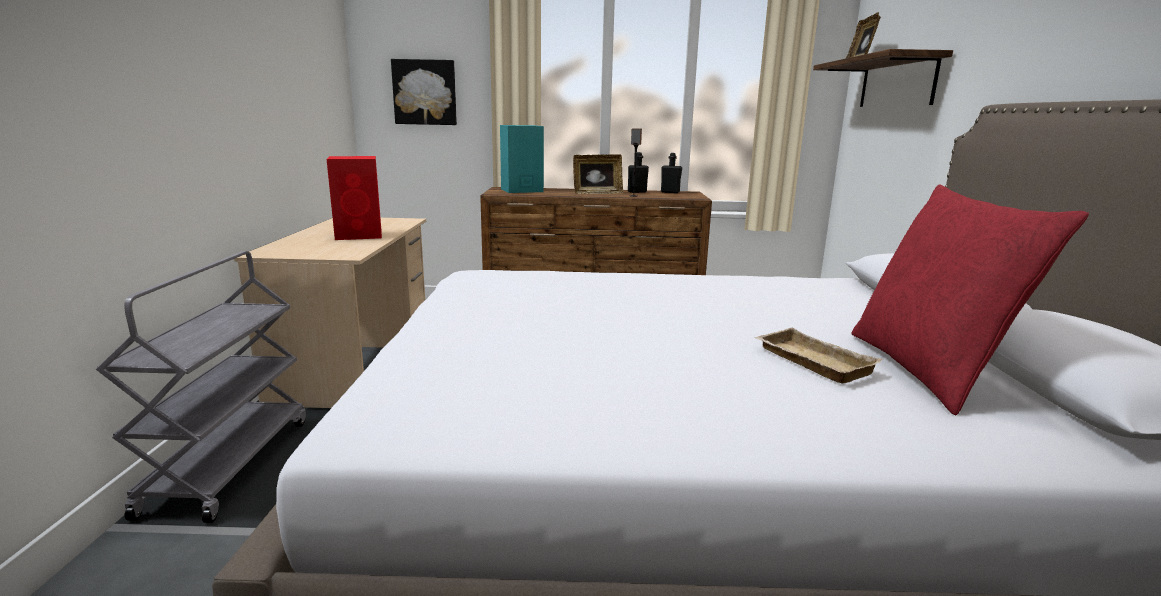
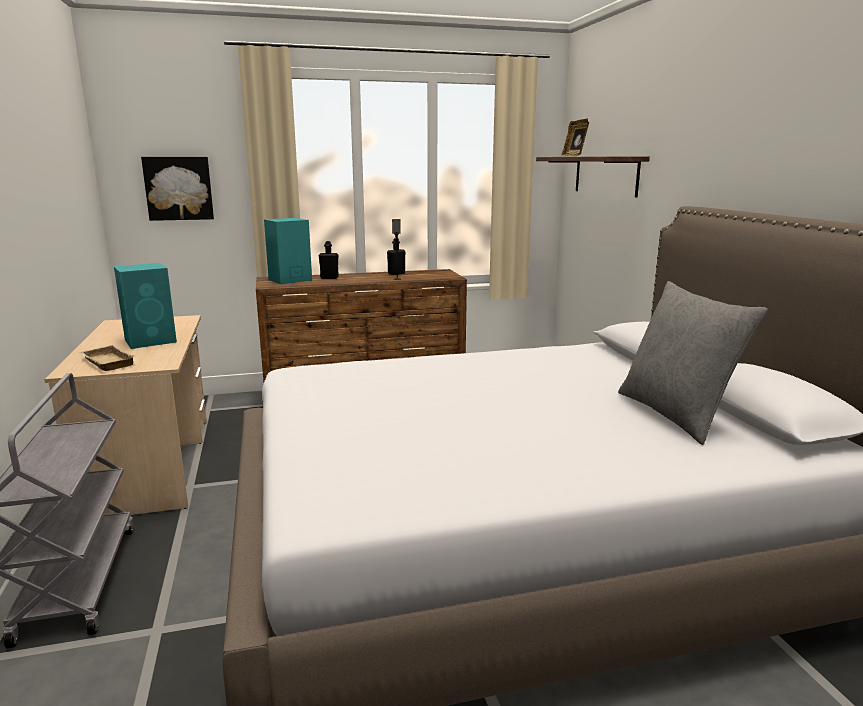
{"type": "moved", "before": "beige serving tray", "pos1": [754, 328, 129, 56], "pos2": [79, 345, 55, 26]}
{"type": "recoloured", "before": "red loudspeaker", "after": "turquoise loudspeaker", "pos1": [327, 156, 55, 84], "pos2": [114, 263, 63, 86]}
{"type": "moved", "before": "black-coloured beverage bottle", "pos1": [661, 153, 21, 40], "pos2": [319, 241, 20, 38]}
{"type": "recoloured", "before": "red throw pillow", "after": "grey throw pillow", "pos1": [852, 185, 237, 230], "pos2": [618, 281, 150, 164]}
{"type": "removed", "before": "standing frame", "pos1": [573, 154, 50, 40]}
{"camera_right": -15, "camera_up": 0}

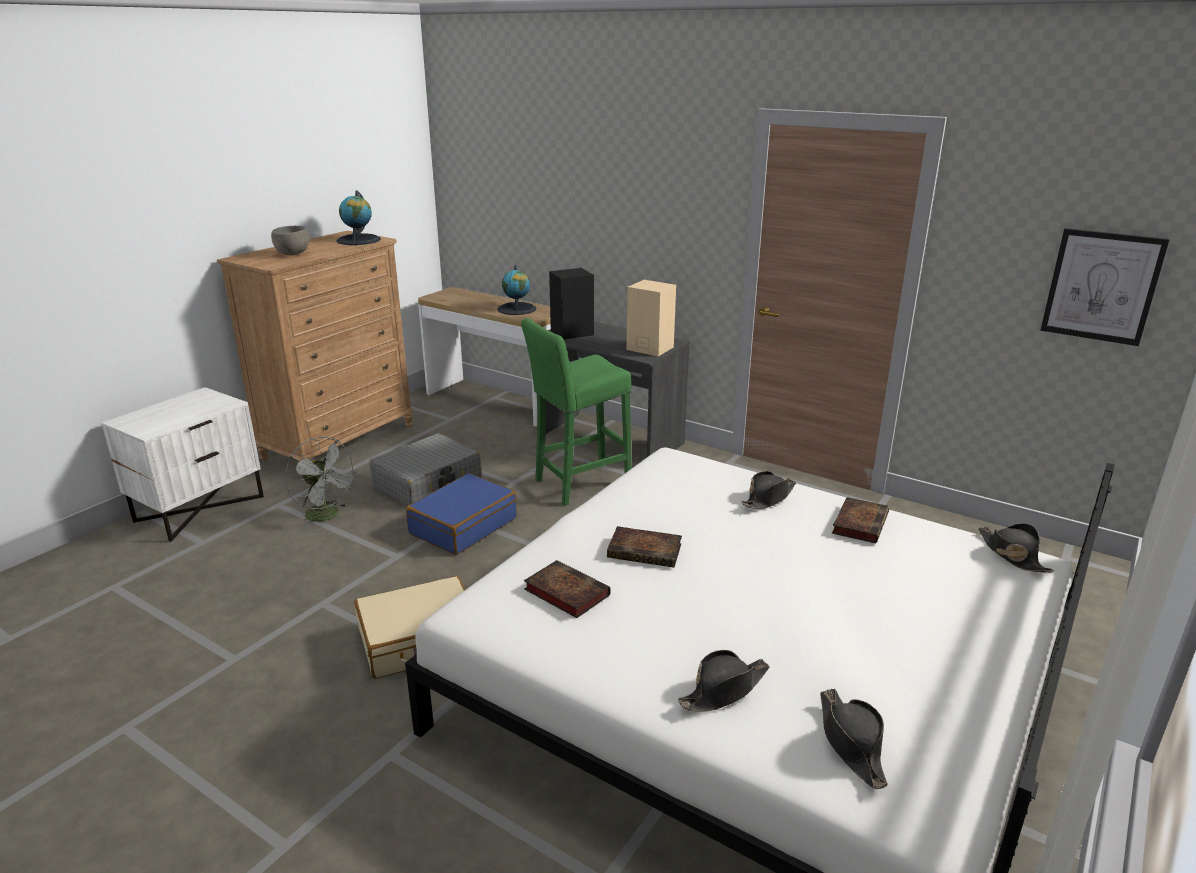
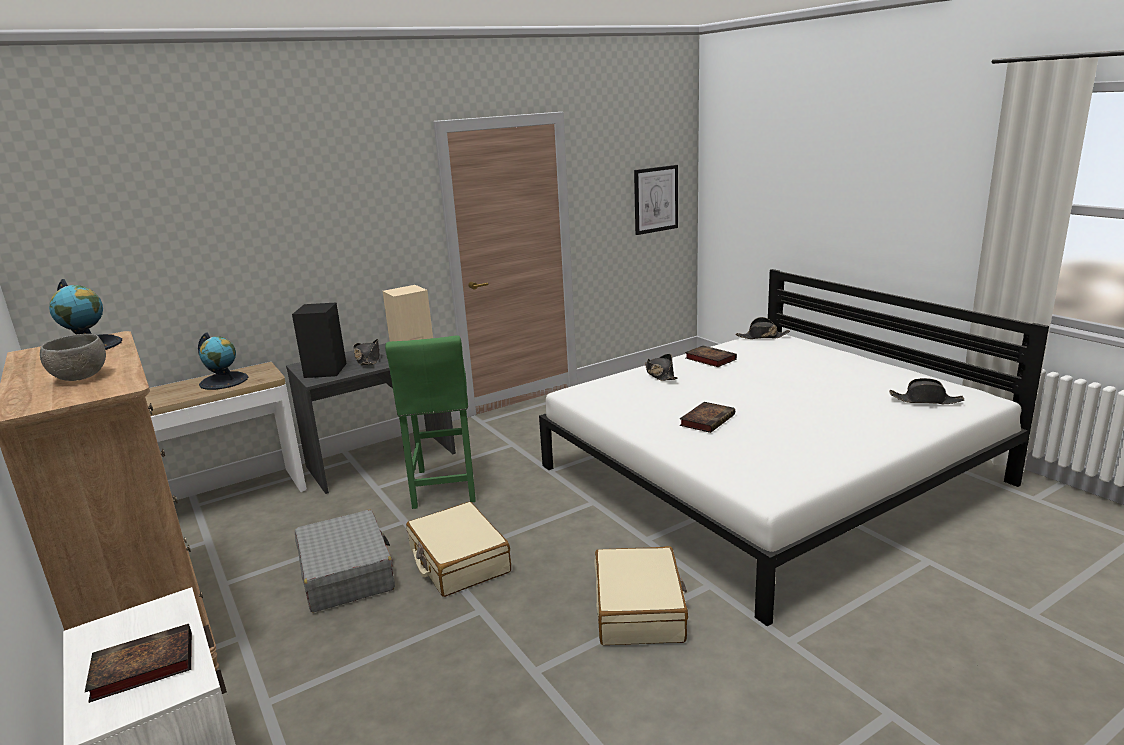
{"type": "moved", "before": "book", "pos1": [524, 560, 87, 58], "pos2": [85, 624, 107, 79]}
{"type": "moved", "before": "black-coloured wearable hat", "pos1": [678, 650, 92, 62], "pos2": [353, 339, 27, 26]}
{"type": "recoloured", "before": "blue travel case", "after": "beige travel case", "pos1": [406, 473, 111, 82], "pos2": [406, 502, 105, 95]}
{"type": "removed", "before": "grey fan", "pos1": [285, 437, 74, 92]}
{"camera_right": -65, "camera_up": -5}

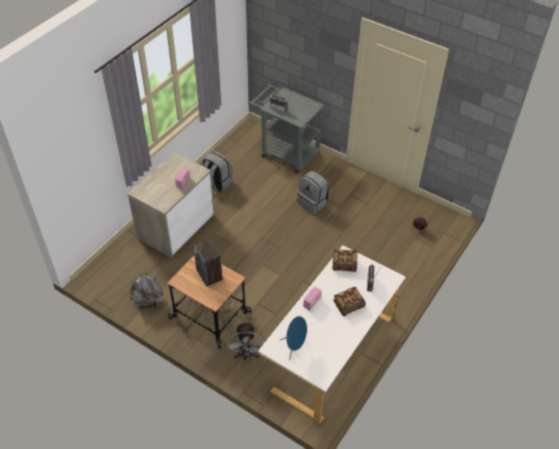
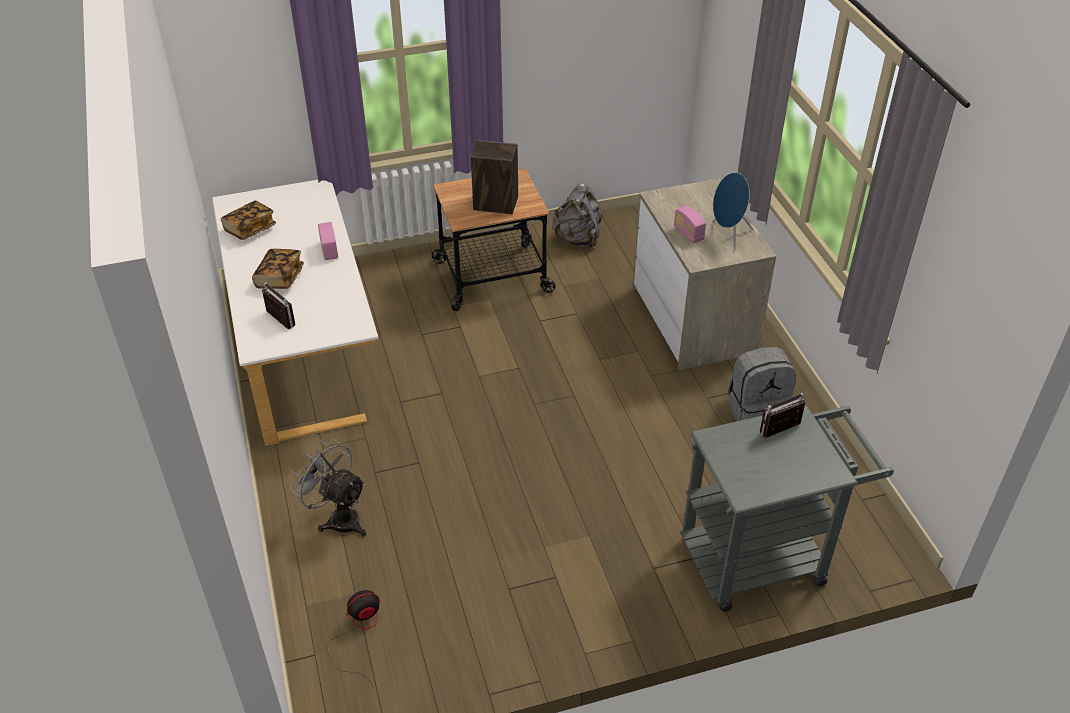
{"type": "moved", "before": "book", "pos1": [333, 249, 25, 23], "pos2": [221, 201, 55, 39]}
{"type": "moved", "before": "grey fan", "pos1": [227, 321, 37, 39], "pos2": [290, 440, 76, 97]}
{"type": "moved", "before": "blue loudspeaker", "pos1": [280, 316, 27, 45], "pos2": [712, 172, 41, 79]}
{"type": "removed", "before": "grey knapsack", "pos1": [297, 171, 32, 43]}
{"camera_right": 130, "camera_up": -5}

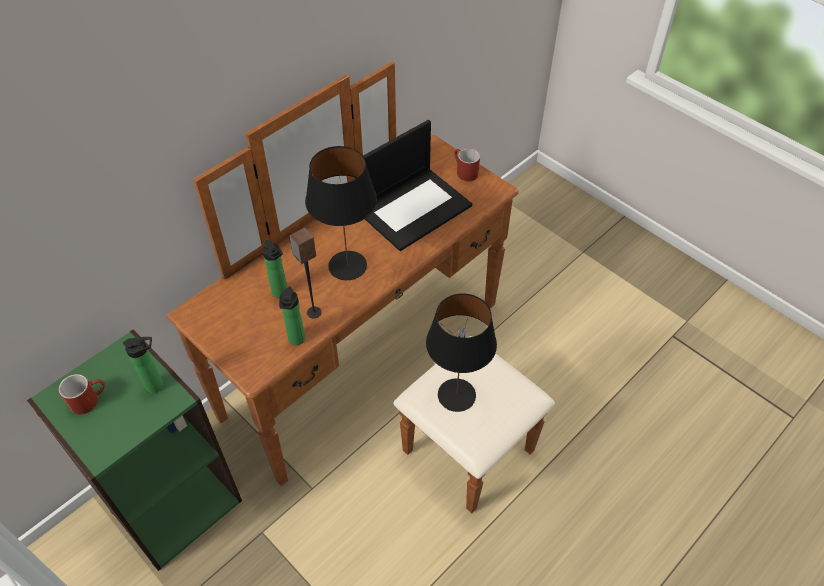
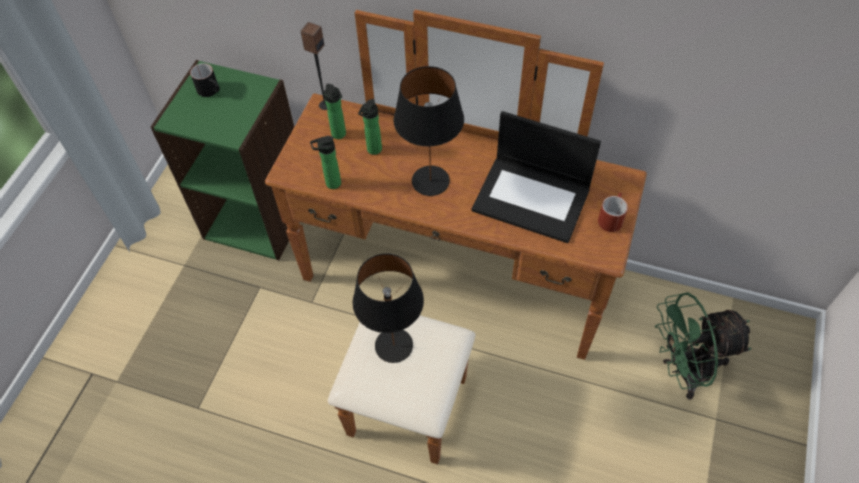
{"type": "recoloured", "before": "red coffee mug", "after": "black-coloured coffee mug", "pos1": [59, 374, 46, 40], "pos2": [190, 63, 30, 34]}
{"type": "moved", "before": "loudspeaker", "pos1": [289, 227, 33, 91], "pos2": [300, 22, 27, 88]}
{"type": "moved", "before": "beverage bottle", "pos1": [123, 337, 40, 56], "pos2": [324, 84, 22, 55]}
{"type": "added", "after": "green-coloured fan", "pos2": [655, 292, 97, 108]}
{"camera_right": 65, "camera_up": 5}

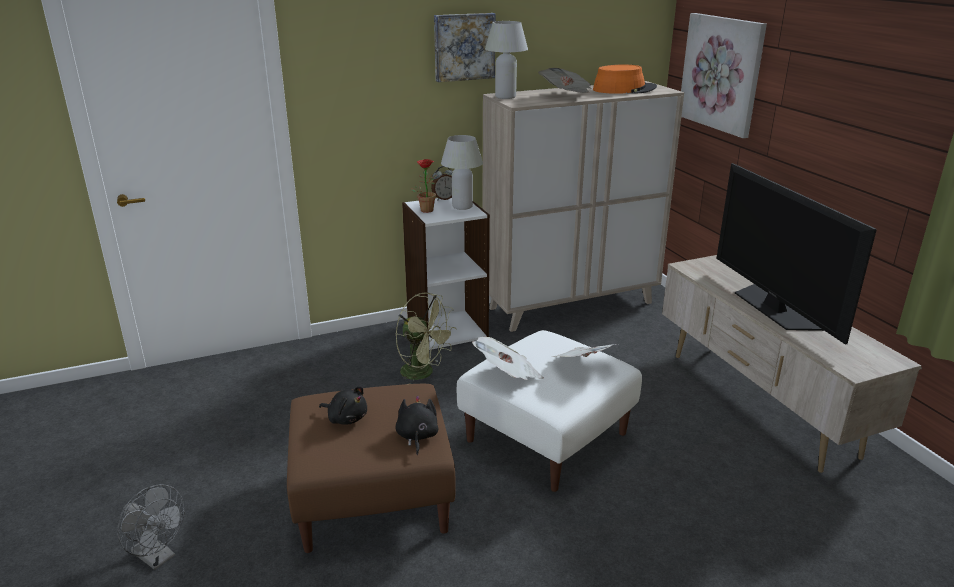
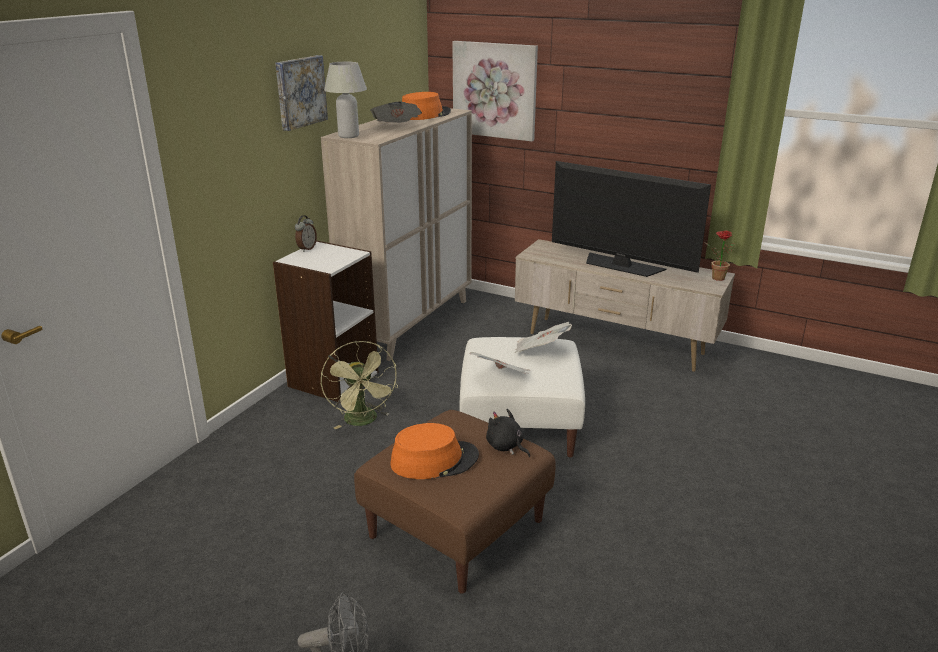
{"type": "turned", "before": "green-coloured fan", "pos1": [396, 292, 60, 92], "pos2": [321, 341, 77, 88], "turn": 75}
{"type": "replaced", "before": "black-coloured plush toy", "after": "orange wearable hat", "pos1": [319, 386, 48, 39], "pos2": [390, 423, 89, 56]}
{"type": "moved", "before": "houseplant", "pos1": [411, 159, 26, 54], "pos2": [705, 231, 30, 50]}
{"type": "removed", "before": "whitish table lamp", "pos1": [441, 135, 42, 75]}
{"camera_right": -40, "camera_up": 0}

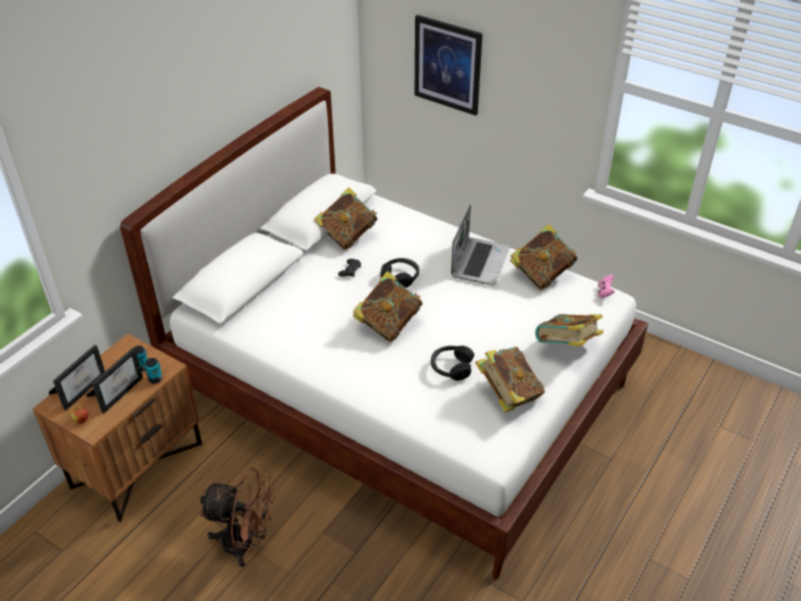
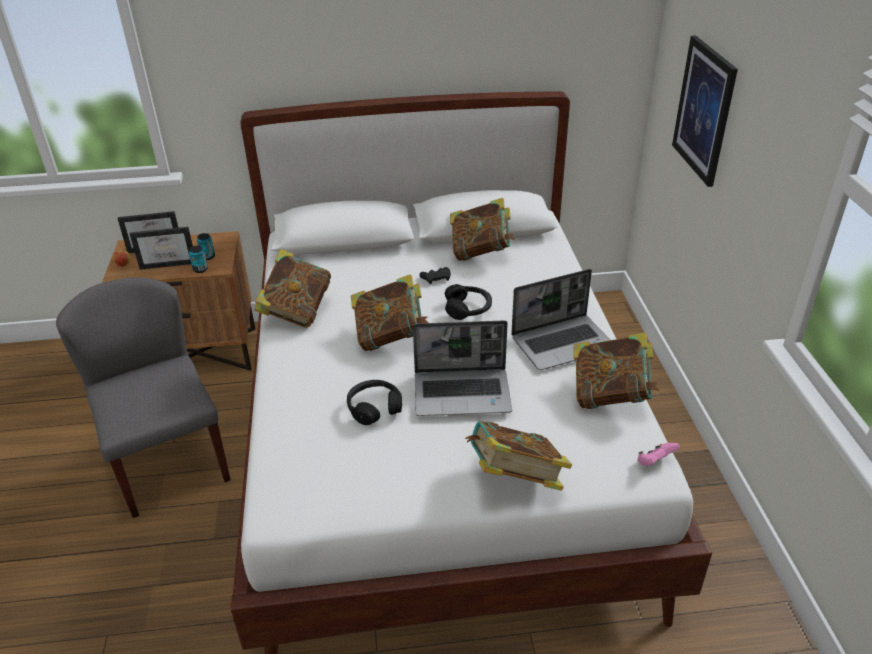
{"type": "replaced", "before": "brown fan", "after": "grey chair", "pos1": [199, 468, 76, 99], "pos2": [56, 278, 175, 240]}
{"type": "moved", "before": "book", "pos1": [475, 346, 70, 67], "pos2": [254, 249, 77, 79]}
{"type": "added", "after": "notebook computer", "pos2": [413, 320, 99, 96]}
{"camera_right": 50, "camera_up": -5}

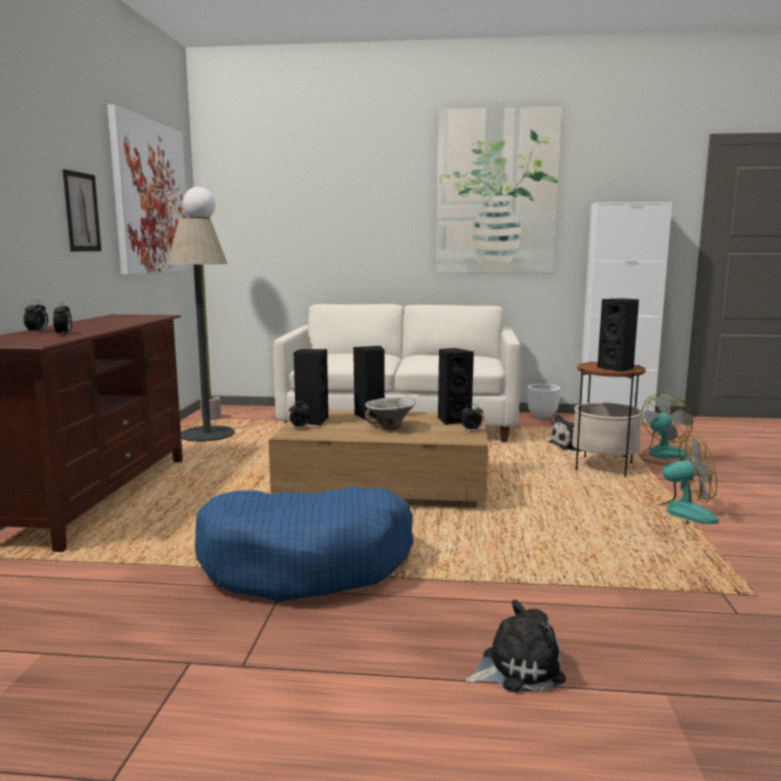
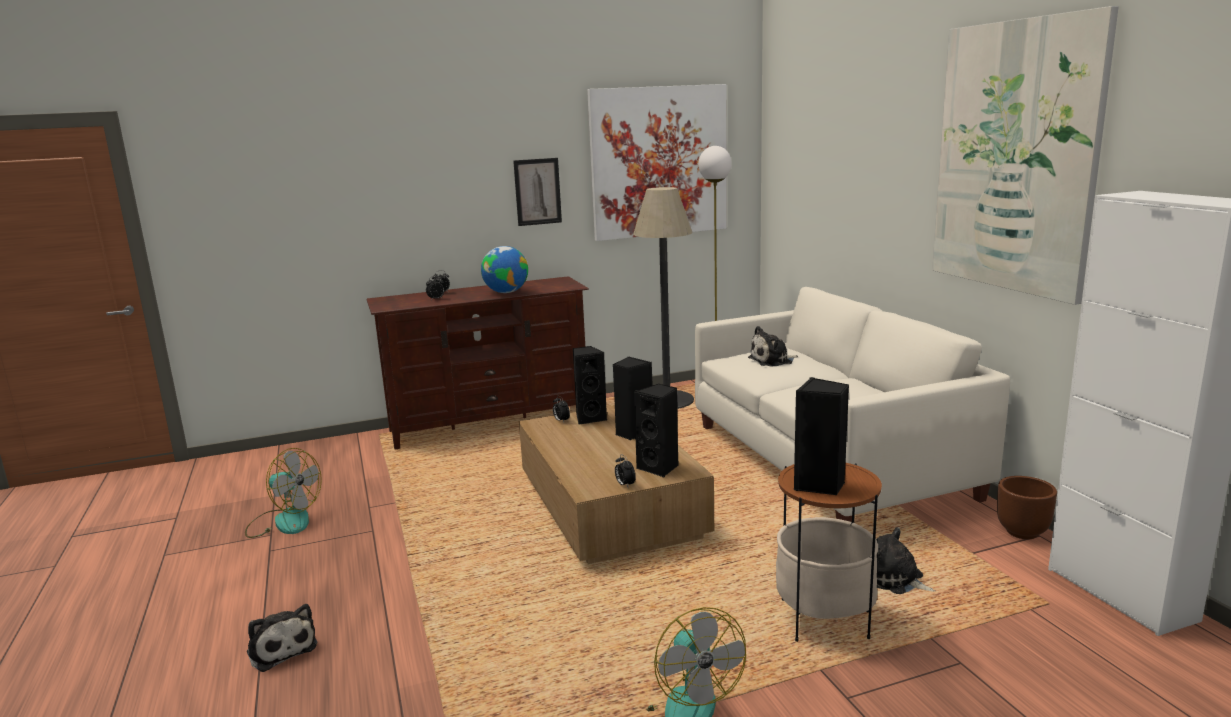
{"type": "moved", "before": "fan", "pos1": [640, 393, 53, 72], "pos2": [245, 448, 77, 90]}
{"type": "added", "after": "globe", "pos2": [481, 246, 47, 47]}
{"type": "added", "after": "plush toy", "pos2": [748, 326, 50, 41]}
{"type": "recoloured", "before": "whitish flower pot", "after": "brown flower pot", "pos1": [527, 384, 33, 35], "pos2": [997, 476, 60, 63]}
{"type": "removed", "before": "blue dog cushion", "pos1": [195, 486, 218, 116]}
{"type": "removed", "before": "deep dish", "pos1": [365, 398, 51, 32]}
{"camera_right": 65, "camera_up": 5}

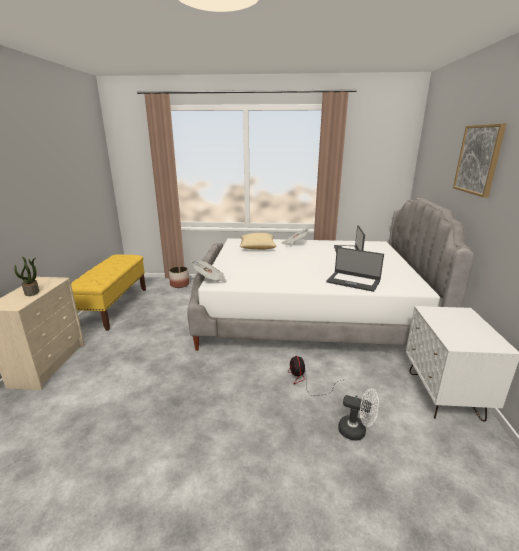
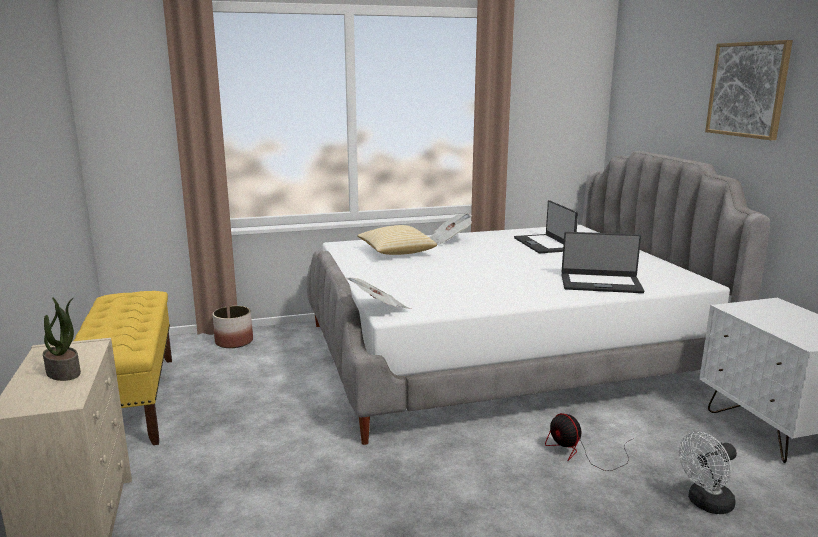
{"type": "turned", "before": "whitish fan", "pos1": [338, 388, 41, 53], "pos2": [679, 432, 58, 82], "turn": 150}
{"camera_right": -20, "camera_up": -5}

